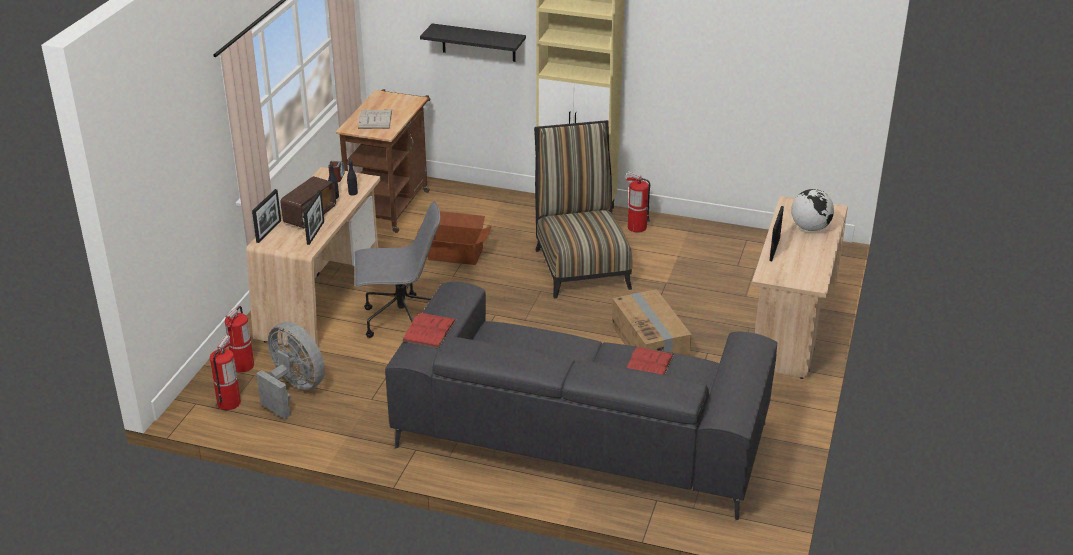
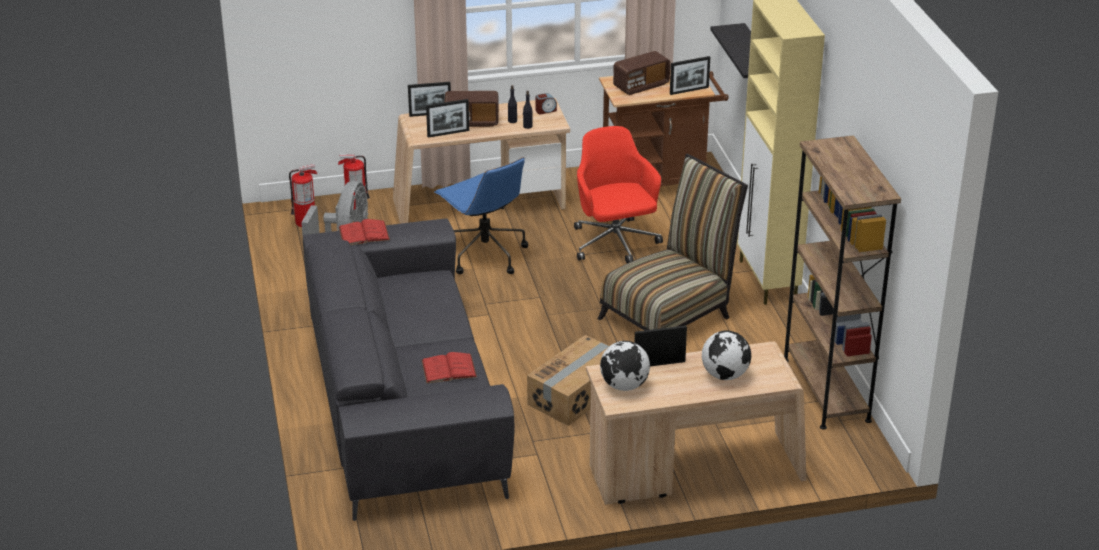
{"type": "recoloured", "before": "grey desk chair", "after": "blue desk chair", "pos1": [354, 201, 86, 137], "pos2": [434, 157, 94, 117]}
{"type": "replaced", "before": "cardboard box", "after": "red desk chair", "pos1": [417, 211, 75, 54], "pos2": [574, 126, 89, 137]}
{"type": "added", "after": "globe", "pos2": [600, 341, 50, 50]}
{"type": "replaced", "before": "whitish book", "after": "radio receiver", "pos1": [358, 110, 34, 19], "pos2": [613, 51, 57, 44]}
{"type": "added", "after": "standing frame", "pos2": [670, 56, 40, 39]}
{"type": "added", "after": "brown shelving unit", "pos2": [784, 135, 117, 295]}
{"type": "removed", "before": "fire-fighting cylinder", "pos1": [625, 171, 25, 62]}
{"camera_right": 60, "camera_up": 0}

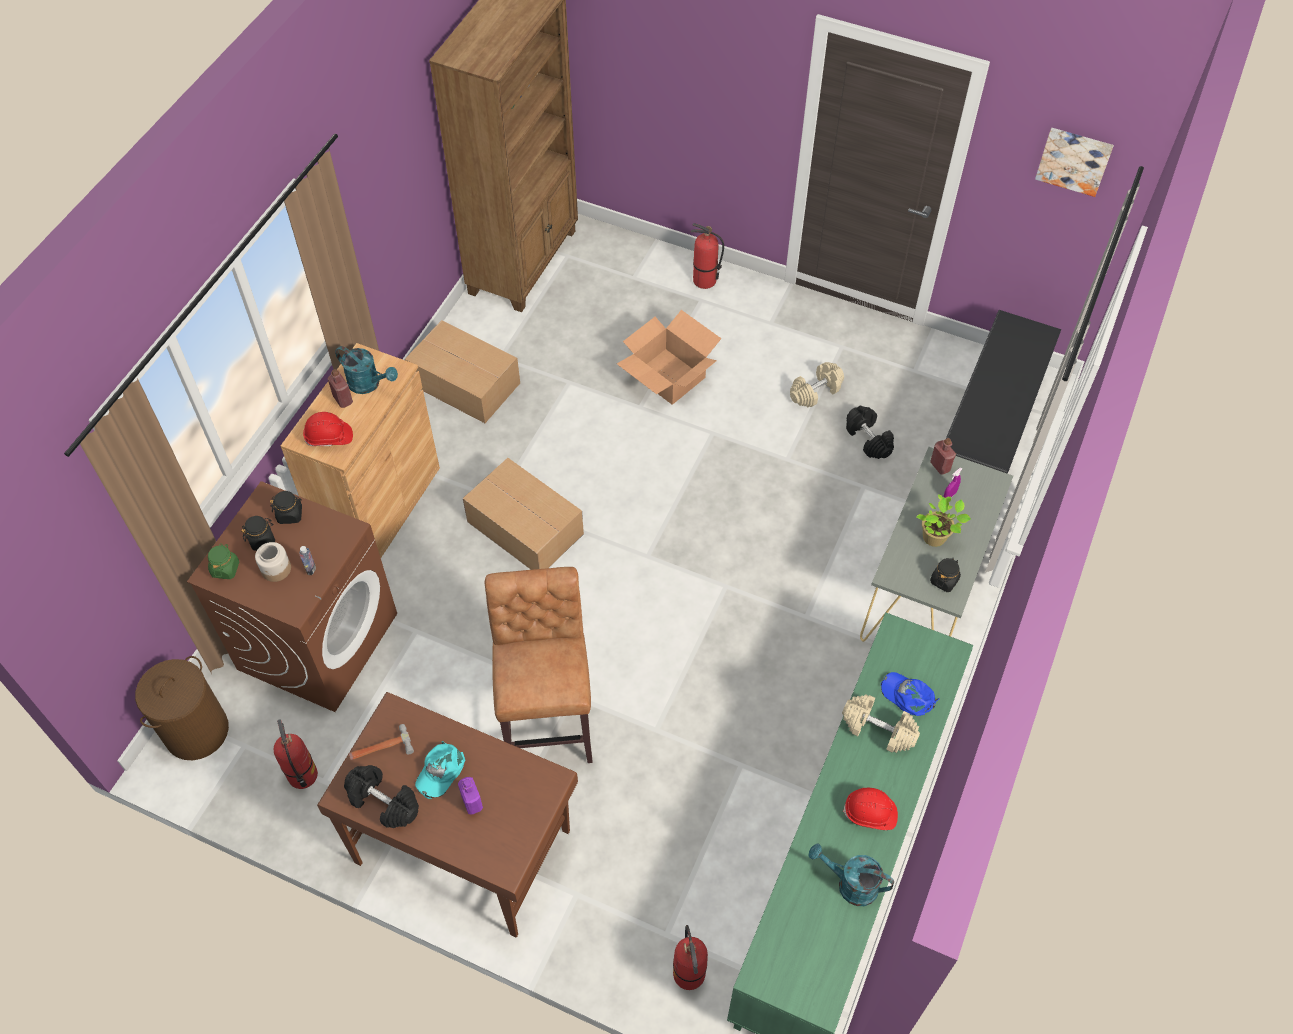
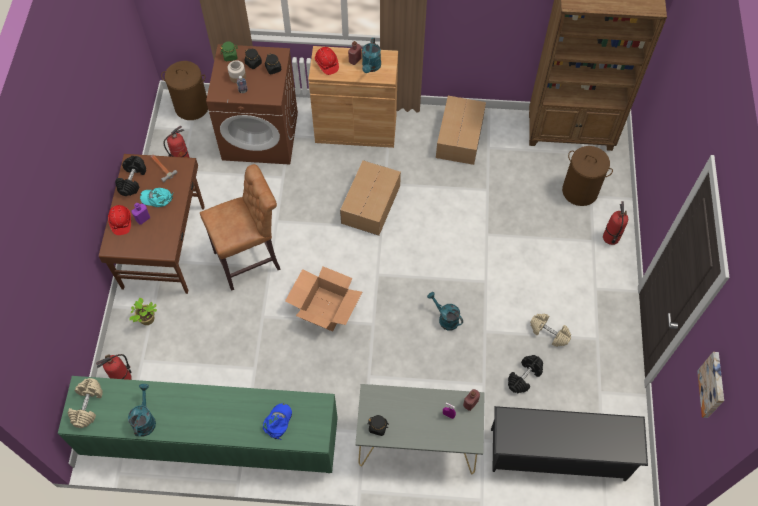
{"type": "moved", "before": "beige hand weight", "pos1": [842, 694, 78, 59], "pos2": [68, 378, 35, 50]}
{"type": "moved", "before": "red hard hat", "pos1": [843, 788, 55, 42], "pos2": [108, 205, 23, 30]}
{"type": "moved", "before": "houseplant", "pos1": [917, 494, 54, 53], "pos2": [129, 298, 28, 27]}
{"type": "moved", "before": "cardboard box", "pos1": [617, 310, 104, 94], "pos2": [285, 267, 77, 64]}
{"type": "added", "after": "turquoise watering pot", "pos2": [427, 292, 36, 38]}
{"type": "added", "after": "brown washing basket", "pos2": [562, 146, 51, 60]}
{"camera_right": 70, "camera_up": 5}

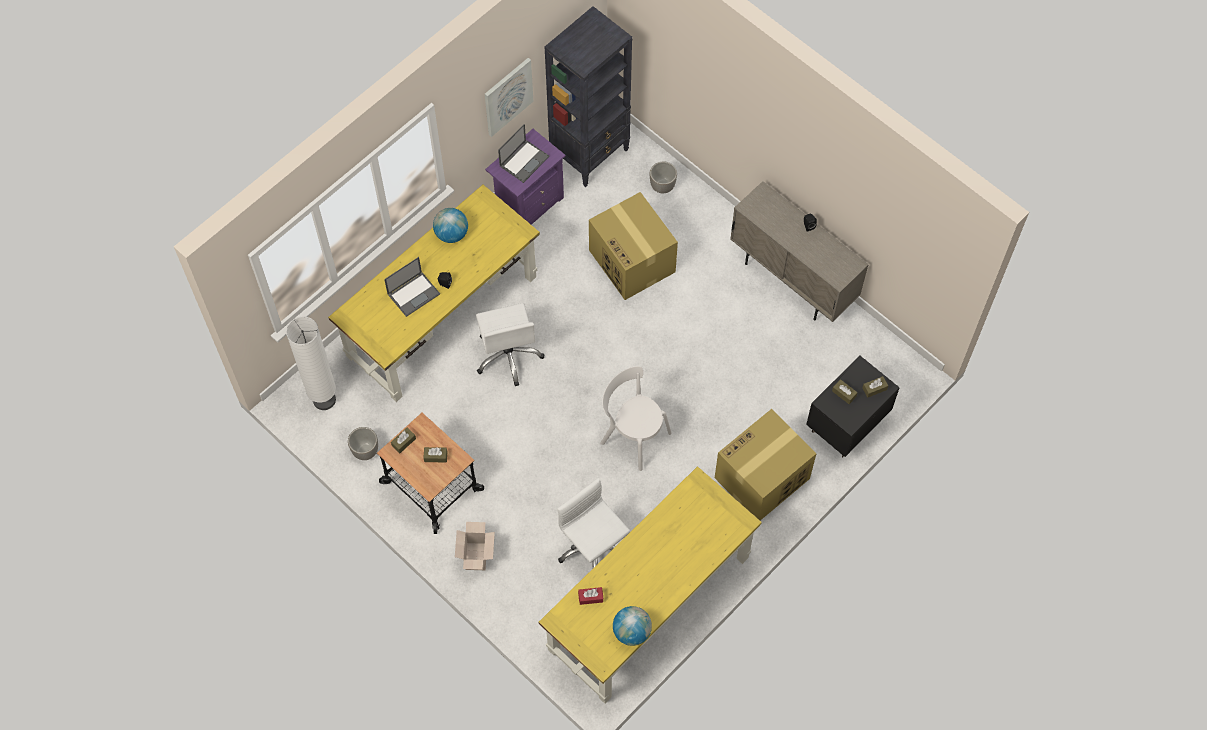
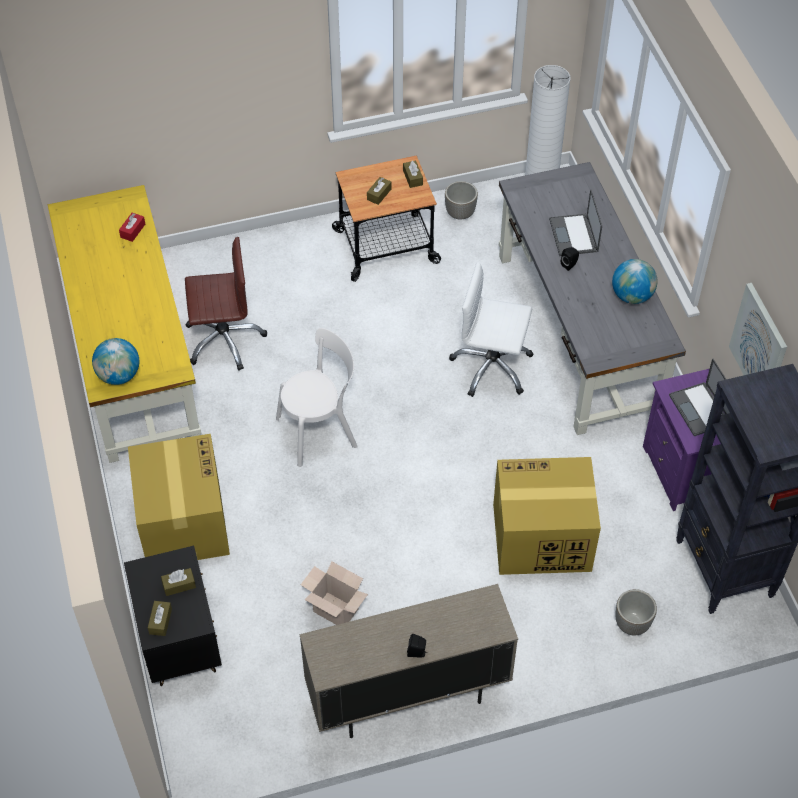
{"type": "moved", "before": "globe", "pos1": [613, 606, 39, 40], "pos2": [92, 338, 47, 47]}
{"type": "recoloured", "before": "whitish desk chair", "after": "brown desk chair", "pos1": [557, 478, 73, 90], "pos2": [185, 237, 82, 134]}
{"type": "moved", "before": "cardboard box", "pos1": [455, 522, 40, 48], "pos2": [301, 562, 67, 63]}
{"type": "recoloured", "before": "yellowish desk unit", "after": "grey desk unit", "pos1": [328, 185, 212, 217], "pos2": [499, 162, 187, 273]}
{"camera_right": 120, "camera_up": -10}

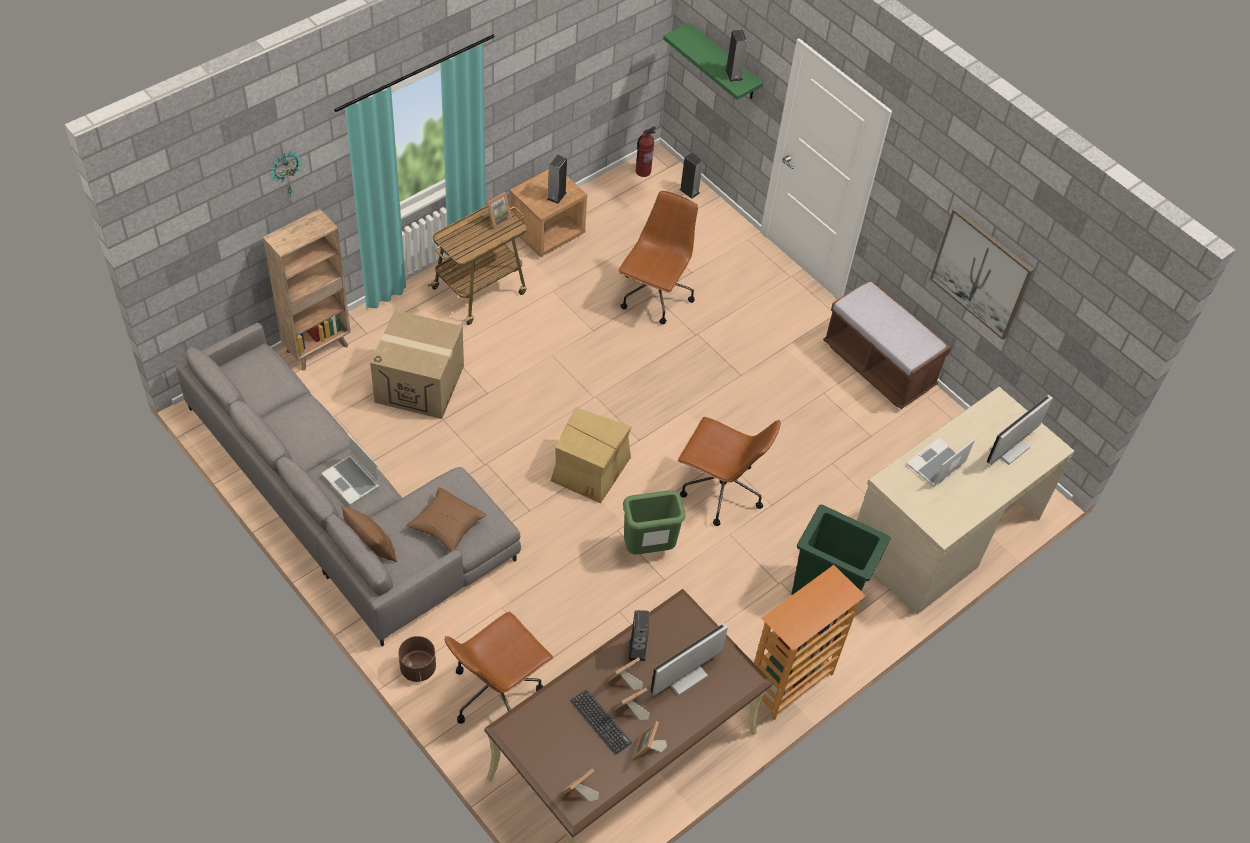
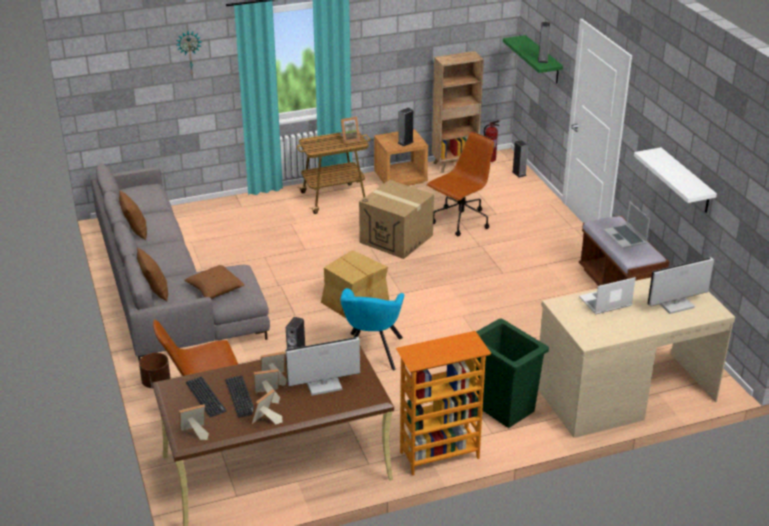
{"type": "added", "after": "brown throw pillow", "pos2": [119, 190, 28, 50]}
{"type": "added", "after": "PC keyboard", "pos2": [186, 377, 41, 40]}
{"type": "replaced", "before": "green-coloured rubbish bin", "after": "turquoise lounge chair", "pos1": [623, 490, 62, 64], "pos2": [340, 288, 64, 82]}
{"type": "moved", "before": "cardboard box", "pos1": [370, 310, 94, 109], "pos2": [359, 180, 75, 79]}
{"type": "moved", "before": "brown shelving unit", "pos1": [263, 209, 88, 162], "pos2": [432, 51, 52, 122]}
{"type": "moved", "before": "notebook computer", "pos1": [322, 434, 58, 71], "pos2": [604, 202, 46, 47]}
{"type": "replaced", "before": "picture", "after": "whitish wall shelf", "pos1": [930, 208, 104, 132], "pos2": [634, 147, 83, 66]}
{"type": "removed", "before": "brown desk chair", "pos1": [678, 417, 103, 109]}
{"camera_right": 25, "camera_up": -20}

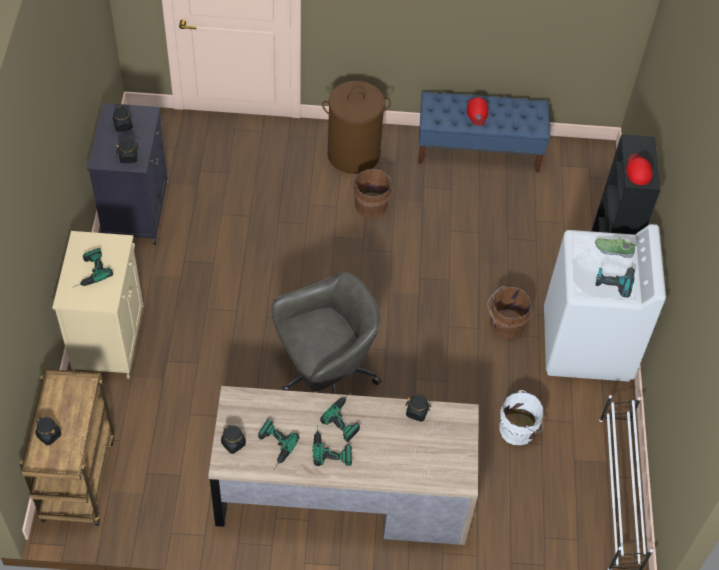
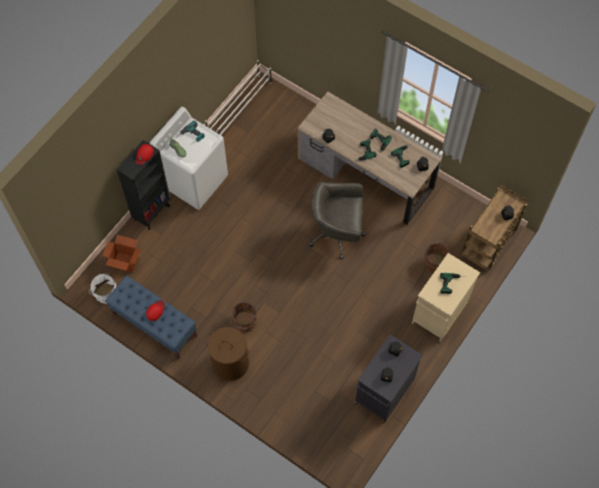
{"type": "moved", "before": "whitish bucket", "pos1": [500, 390, 44, 55], "pos2": [89, 273, 27, 31]}
{"type": "added", "after": "cardboard box", "pos2": [102, 235, 39, 38]}
{"type": "moved", "before": "brown bucket", "pos1": [487, 286, 45, 52], "pos2": [425, 243, 24, 30]}
{"camera_right": -145, "camera_up": 10}

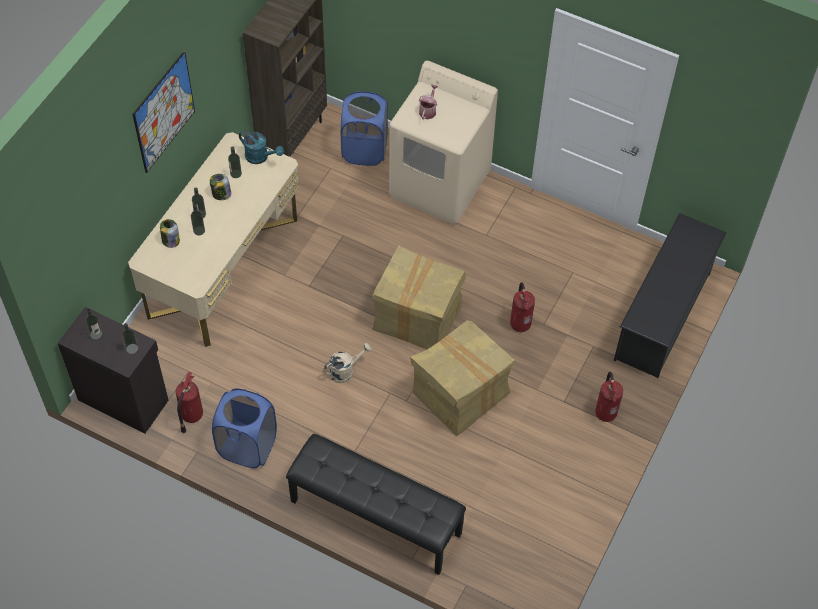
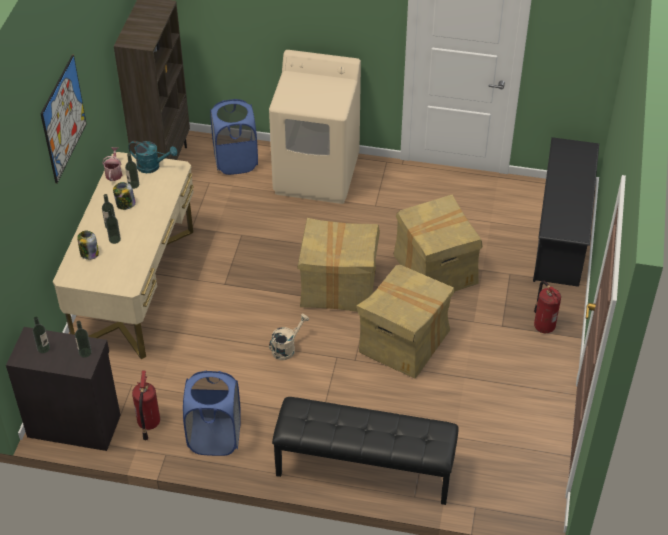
{"type": "moved", "before": "watering pot", "pos1": [419, 84, 19, 36], "pos2": [102, 147, 20, 34]}
{"type": "replaced", "before": "fire-fighting cylinder", "after": "cardboard box", "pos1": [510, 282, 25, 50], "pos2": [393, 195, 90, 96]}
{"camera_right": -15, "camera_up": -10}

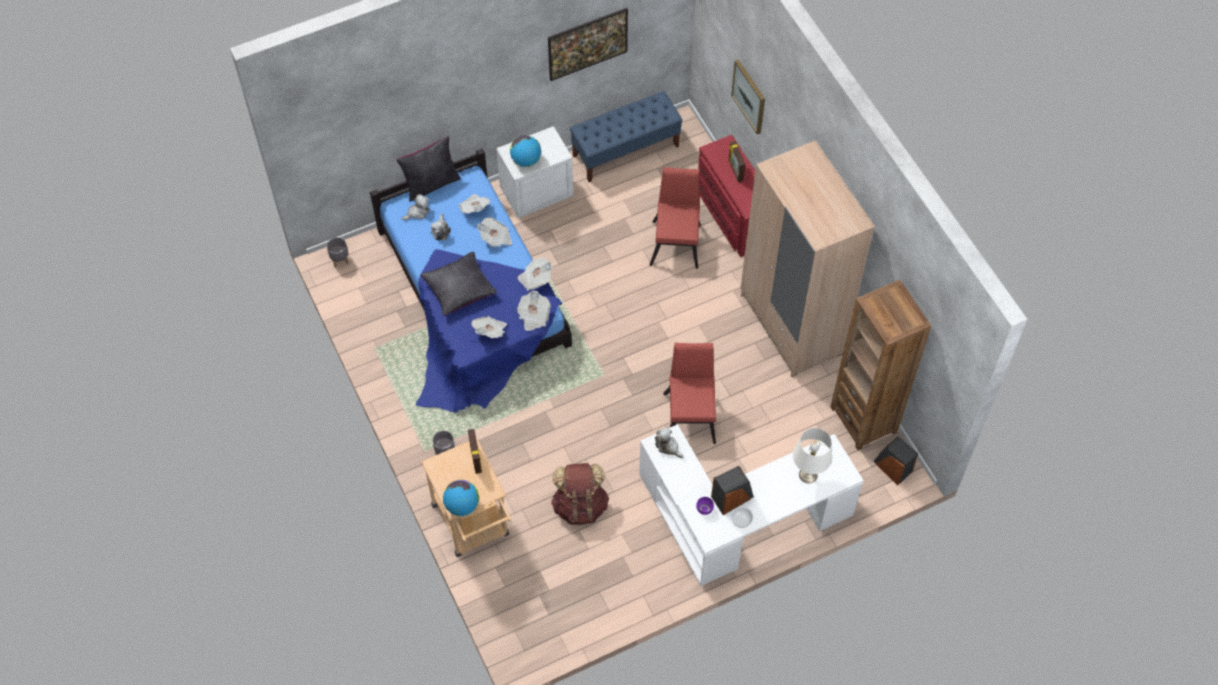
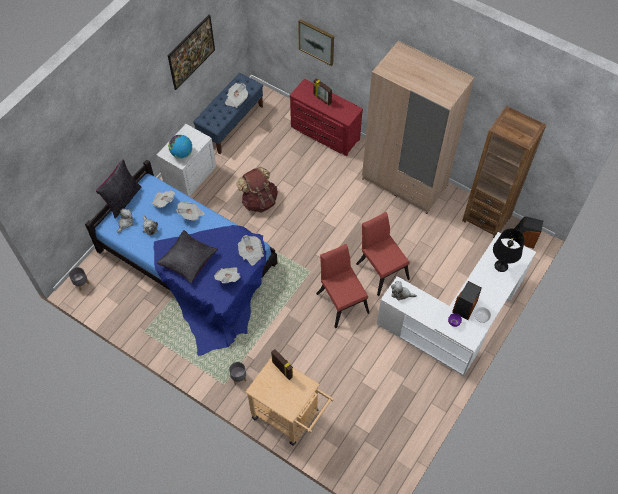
{"type": "moved", "before": "newspaper", "pos1": [518, 257, 35, 34], "pos2": [225, 83, 23, 25]}
{"type": "moved", "before": "brown knapsack", "pos1": [551, 463, 58, 62], "pos2": [237, 167, 41, 46]}
{"type": "moved", "before": "red chair", "pos1": [650, 167, 50, 102], "pos2": [316, 244, 53, 84]}
{"type": "recoloured", "before": "whitish table lamp", "after": "black-coloured table lamp", "pos1": [793, 428, 39, 56], "pos2": [493, 229, 31, 43]}
{"type": "removed", "before": "globe", "pos1": [443, 480, 36, 37]}
{"camera_right": -30, "camera_up": 0}

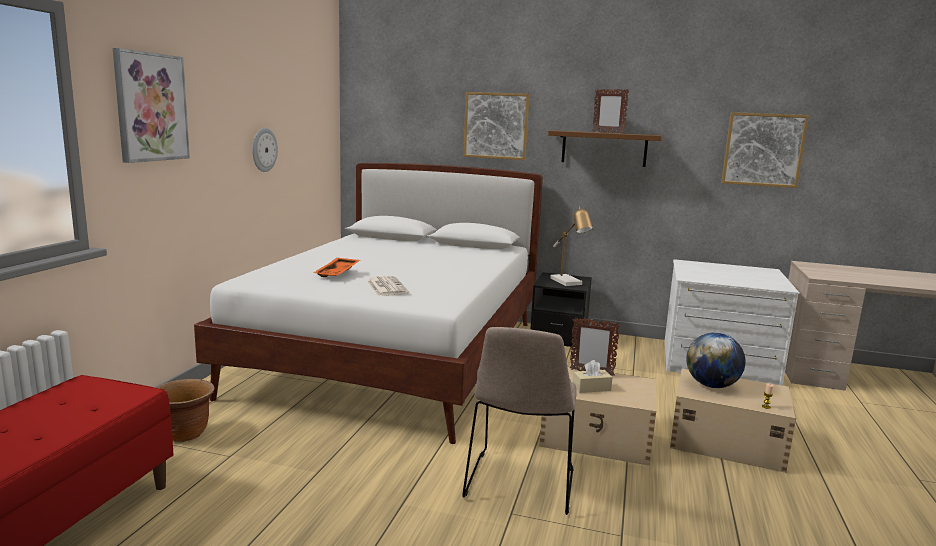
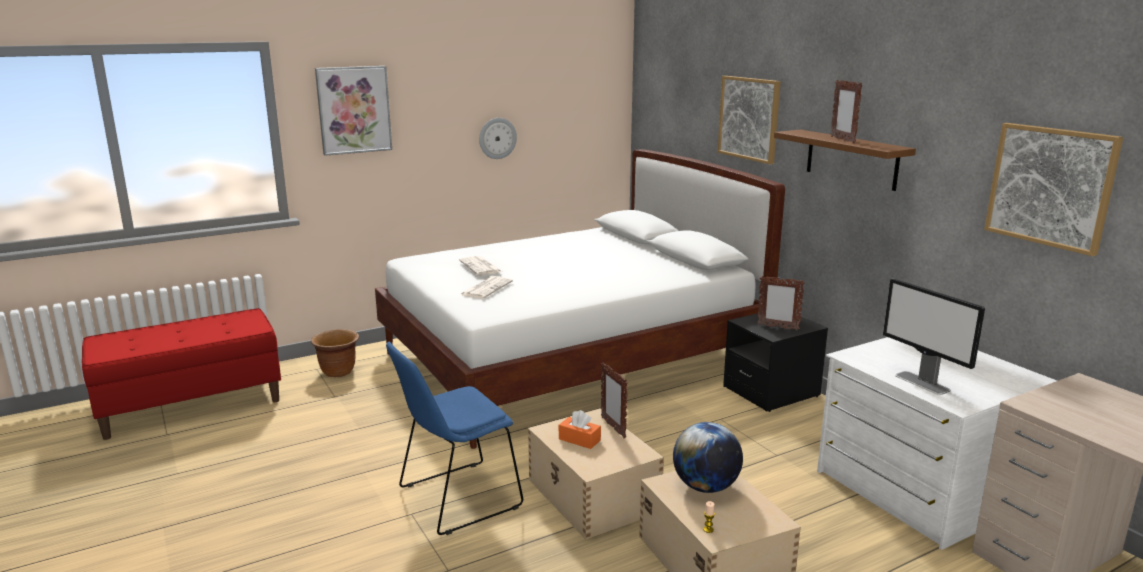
{"type": "recoloured", "before": "beige chair", "after": "blue chair", "pos1": [462, 327, 115, 188], "pos2": [386, 342, 137, 193]}
{"type": "replaced", "before": "orange serving tray", "after": "newspaper", "pos1": [314, 258, 46, 19], "pos2": [459, 256, 43, 19]}
{"type": "recoloured", "before": "beige box of tissues", "after": "orange box of tissues", "pos1": [573, 360, 40, 33], "pos2": [559, 410, 42, 39]}
{"type": "replaced", "before": "table lamp", "after": "standing frame", "pos1": [550, 206, 43, 80], "pos2": [757, 276, 48, 54]}
{"type": "added", "after": "computer screen", "pos2": [883, 279, 102, 116]}
{"camera_right": 45, "camera_up": 5}

